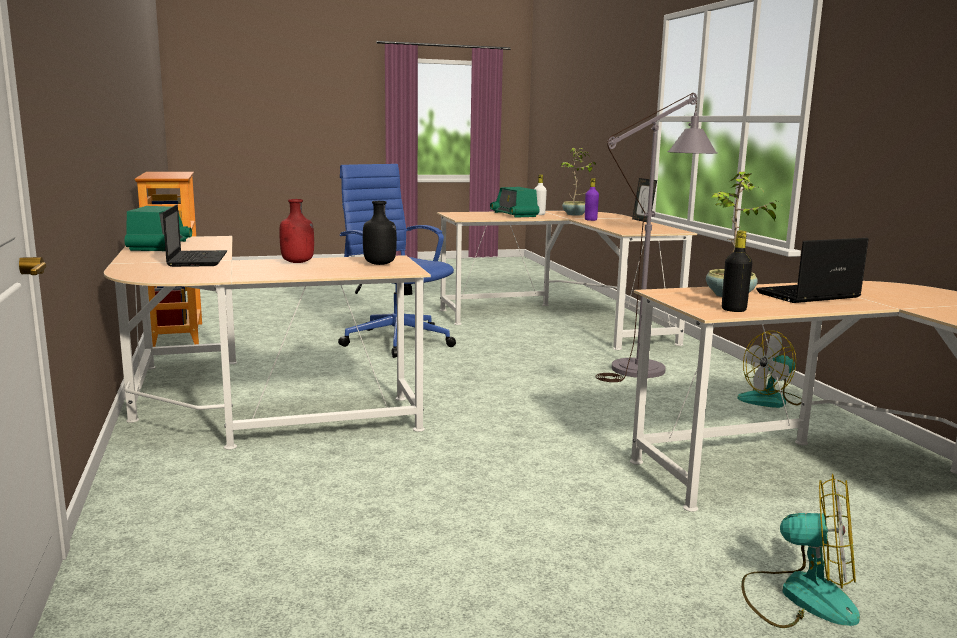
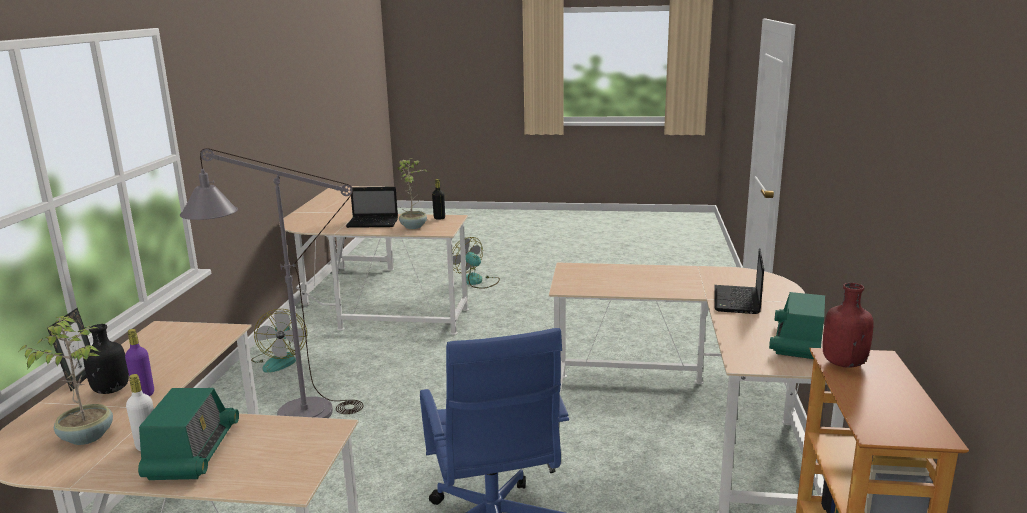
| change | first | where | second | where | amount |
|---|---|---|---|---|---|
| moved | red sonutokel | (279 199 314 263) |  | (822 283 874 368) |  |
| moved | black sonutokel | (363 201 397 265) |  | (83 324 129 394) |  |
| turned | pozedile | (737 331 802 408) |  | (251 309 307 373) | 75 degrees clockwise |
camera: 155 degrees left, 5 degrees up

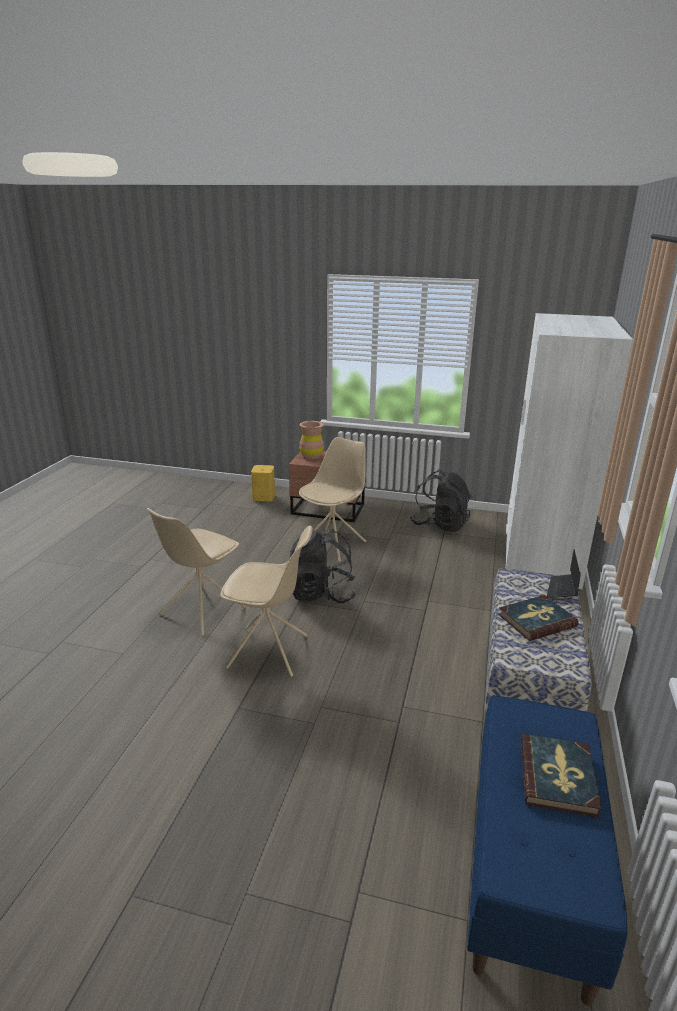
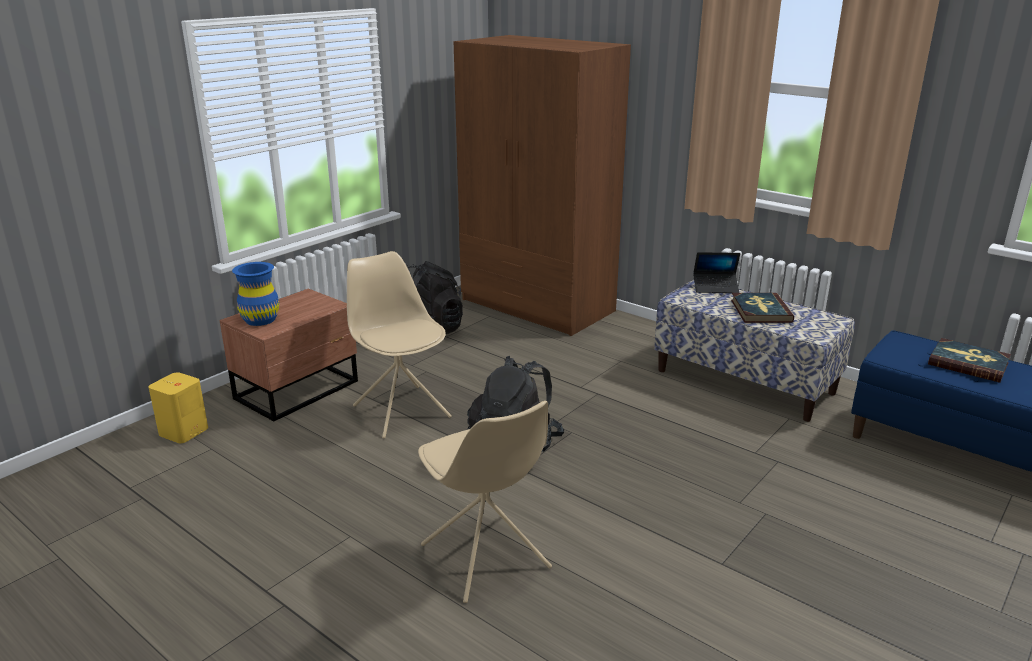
| change | first | where | second | where | amount |
|---|---|---|---|---|---|
| removed | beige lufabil | (220 525 313 677) |  |  |  |
| recoloured | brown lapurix | (299 421 324 459) | blue lapurix | (232 262 279 326) |  |
| recoloured | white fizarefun | (506 313 633 589) | brown fizarefun | (454 35 631 336) |  |
| turned | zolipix | (547 550 581 598) |  | (693 252 740 293) | 45 degrees counterclockwise |
camera: 65 degrees left, 0 degrees up

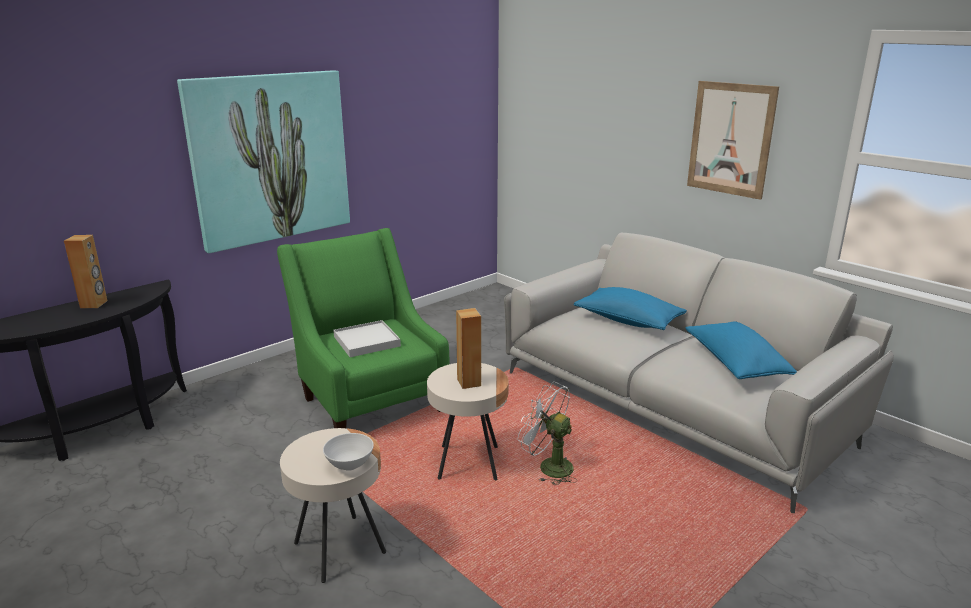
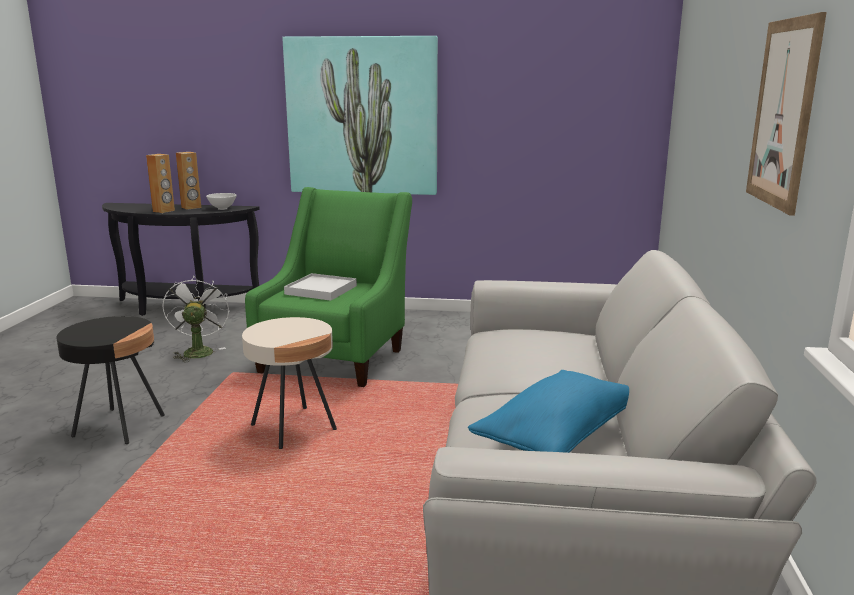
| change | first | where | second | where | amount |
|---|---|---|---|---|---|
| removed | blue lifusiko | (573 287 687 330) |  |  |  |
| moved | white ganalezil | (323 433 374 471) |  | (206 193 237 210) |  |
| moved | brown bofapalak | (456 308 481 389) |  | (146 154 175 213) |  |
| moved | white pozedile | (518 382 577 485) |  | (163 276 229 362) |  |
| recoloured | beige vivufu | (280 428 386 583) | black vivufu | (56 316 165 444) |  |
camera: 50 degrees right, 5 degrees down

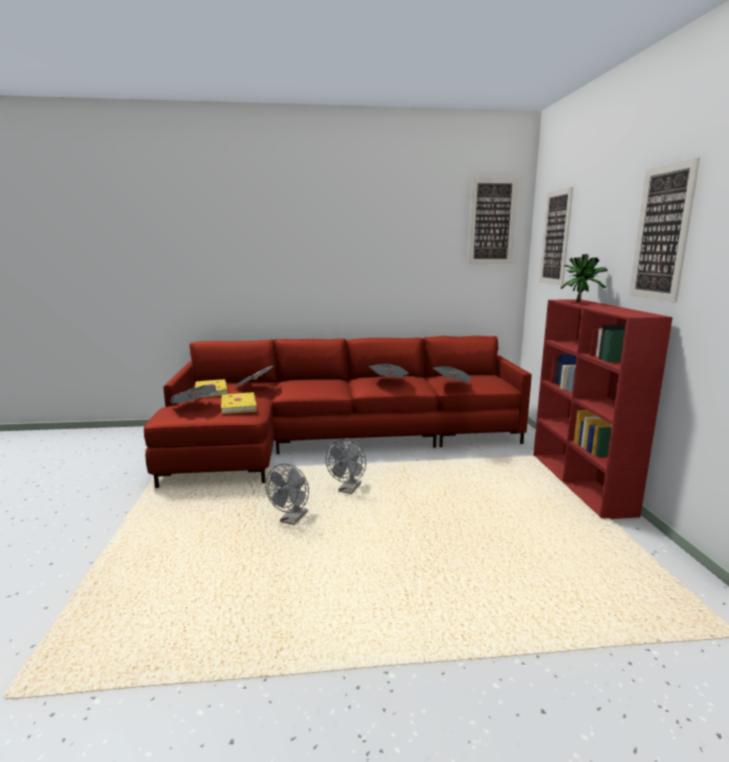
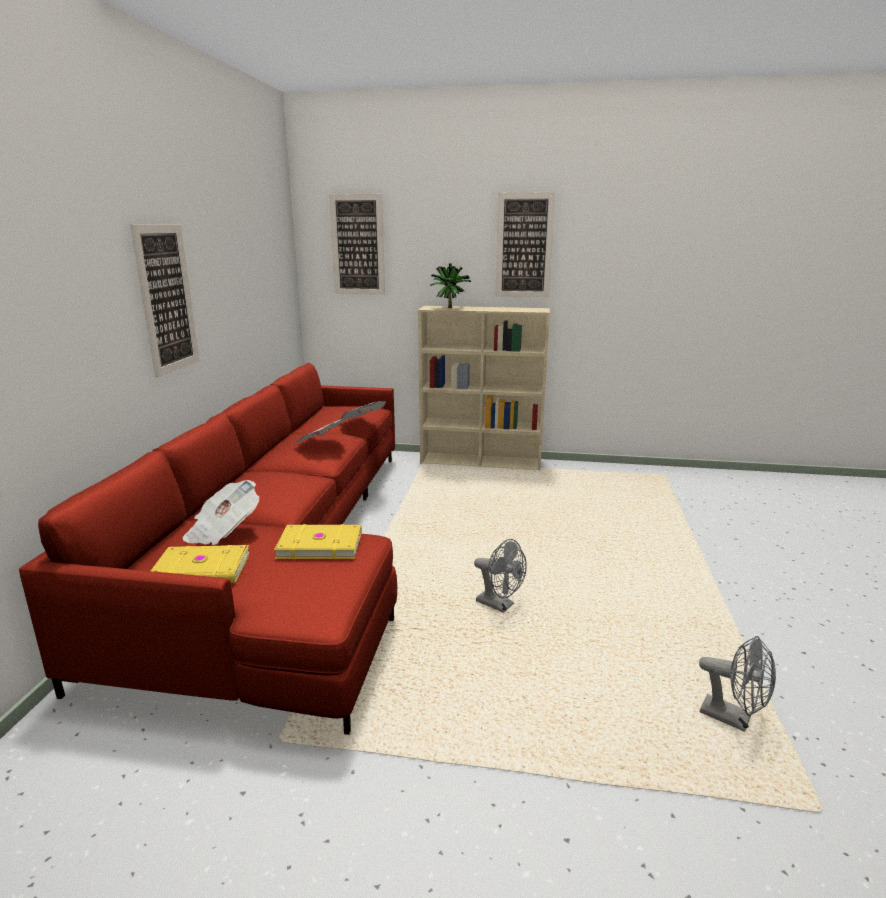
| change | first | where | second | where | amount |
|---|---|---|---|---|---|
| removed | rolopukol | (171 385 216 403) |  |  |  |
| moved | grey pozedile | (326 439 366 494) |  | (699 636 776 732) |  |
| moved | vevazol | (468 178 518 264) |  | (130 224 200 378) |  |
| recoloured | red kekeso | (533 299 673 519) | beige kekeso | (418 306 550 470) |  |
camera: 75 degrees left, 5 degrees up

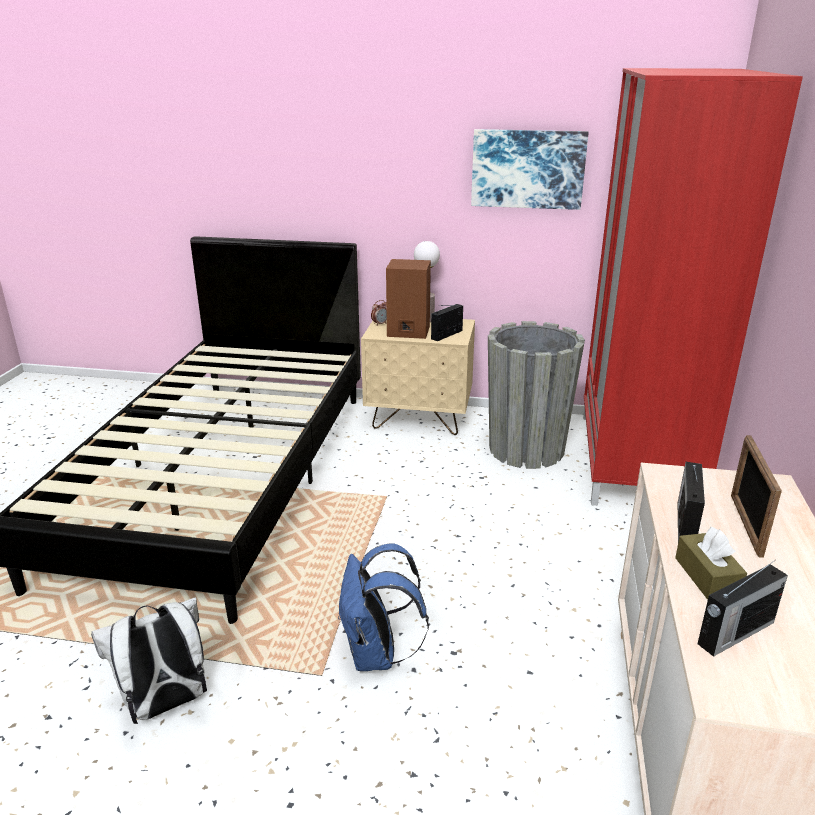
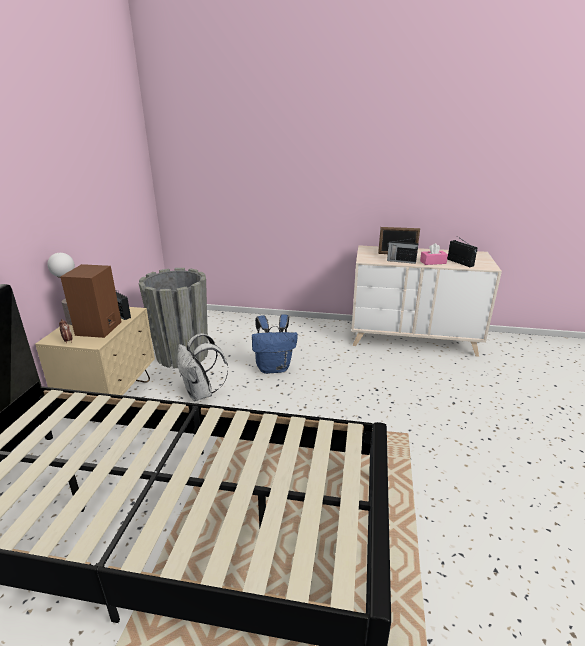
| change | first | where | second | where | amount |
|---|---|---|---|---|---|
| removed | vevazol | (471 129 589 210) |  |  |  |
| removed | red fizarefun | (583 68 803 506) |  |  |  |
| moved | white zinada | (91 597 207 724) |  | (178 333 228 401) |  |
| moved | blue zinada | (338 543 429 671) |  | (252 314 298 374) |  |
| recoloured | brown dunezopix | (675 527 747 600) | pink dunezopix | (420 243 448 265) |  |
camera: 90 degrees left, 0 degrees up

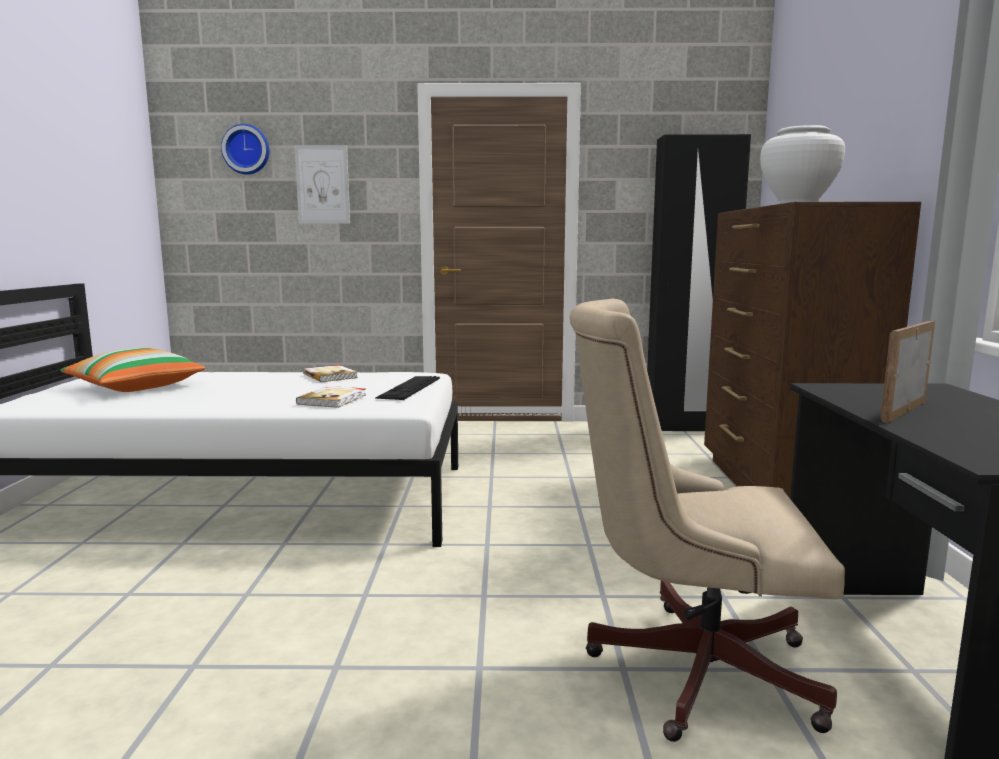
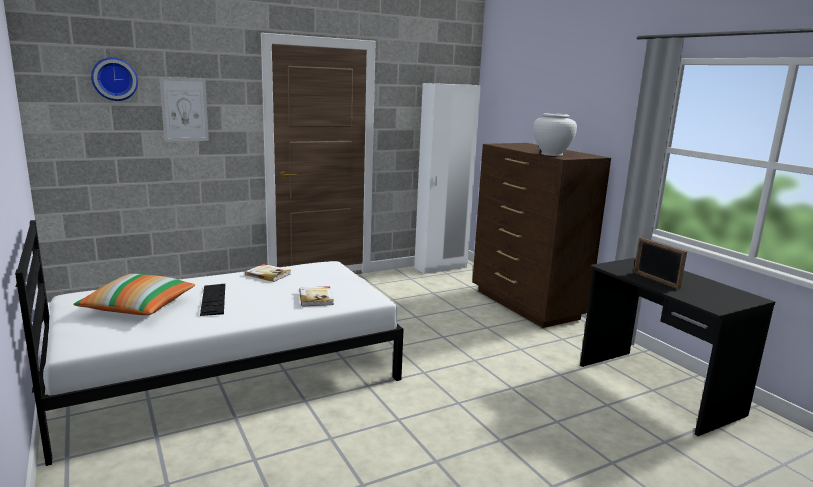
| change | first | where | second | where | amount |
|---|---|---|---|---|---|
| removed | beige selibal | (569 299 845 742) |  |  |  |
| moved | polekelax | (375 376 440 400) |  | (200 284 225 316) |  |
| recoloured | black fizarefun | (647 134 751 431) | white fizarefun | (414 83 481 274) |  |
| turned | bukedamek | (881 321 935 423) |  | (634 237 687 290) | 45 degrees counterclockwise |
camera: 30 degrees left, 5 degrees up

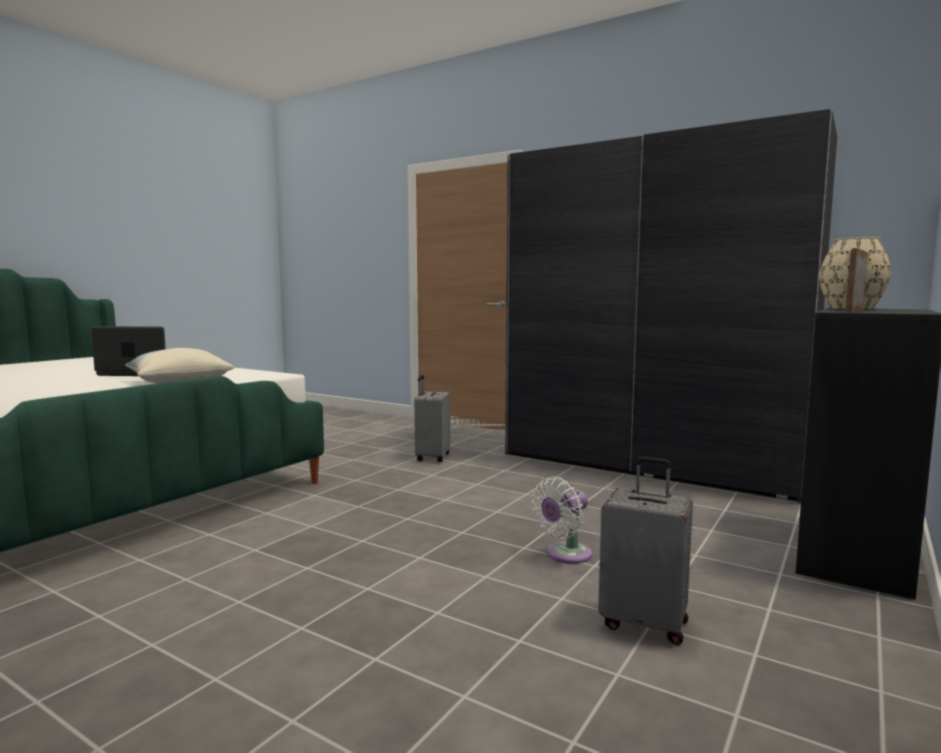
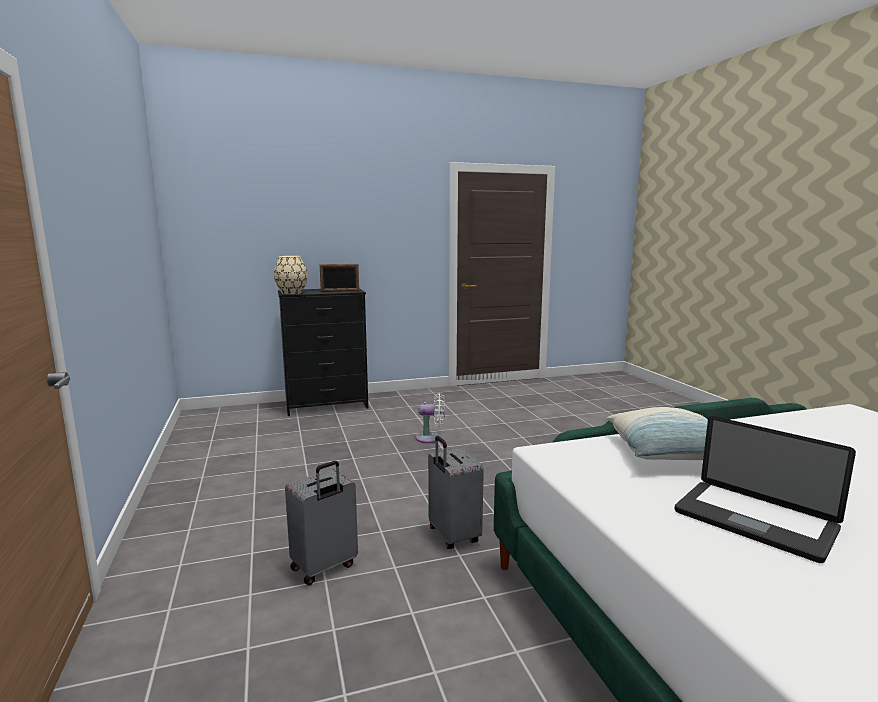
| change | first | where | second | where | amount |
|---|---|---|---|---|---|
| removed | grey fizarefun | (505 108 837 503) |  |  |  |
| moved | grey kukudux | (598 457 693 645) |  | (428 436 484 549) |  |
camera: 140 degrees left, 5 degrees up

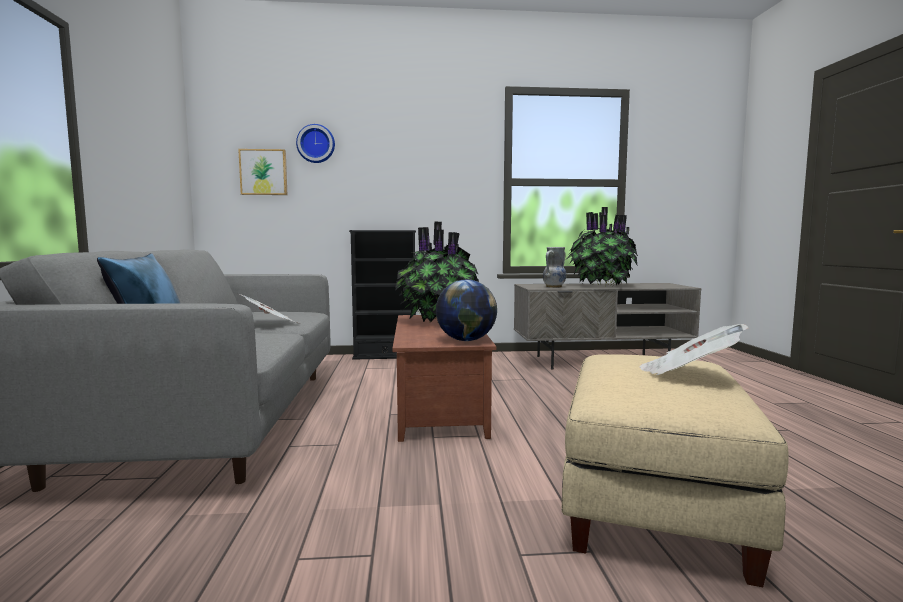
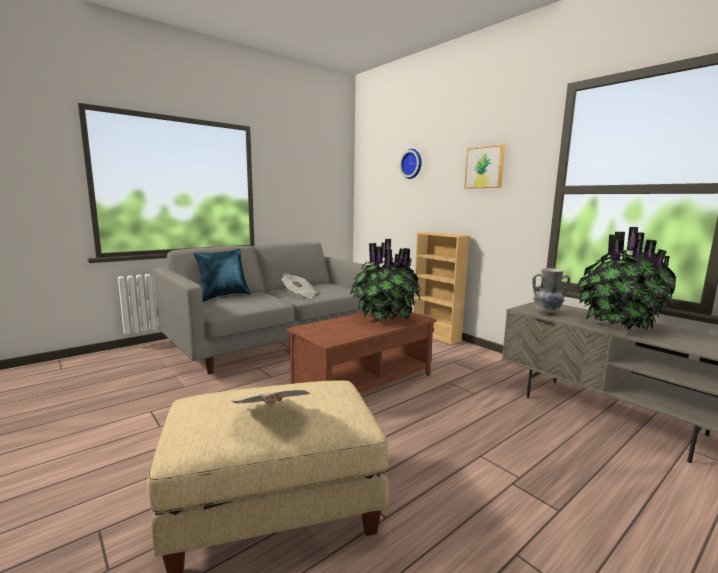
| change | first | where | second | where | amount |
|---|---|---|---|---|---|
| removed | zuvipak | (436 280 497 341) |  |  |  |
| moved | vevazol | (238 149 287 195) |  | (464 144 505 188) |  |
| recoloured | black kekeso | (349 230 416 360) | beige kekeso | (413 232 470 345) |  |
camera: 55 degrees right, 5 degrees up

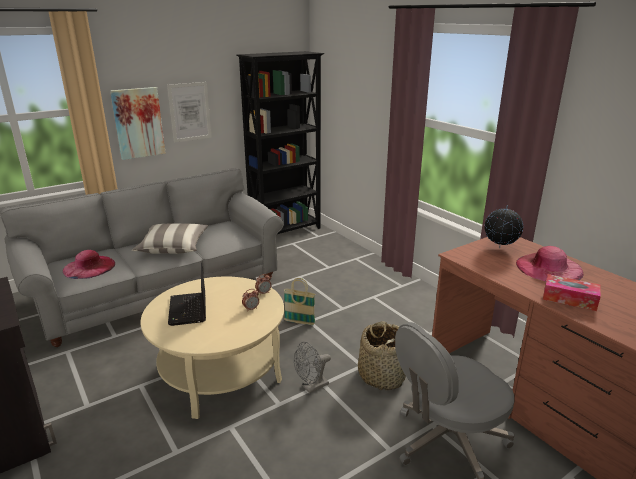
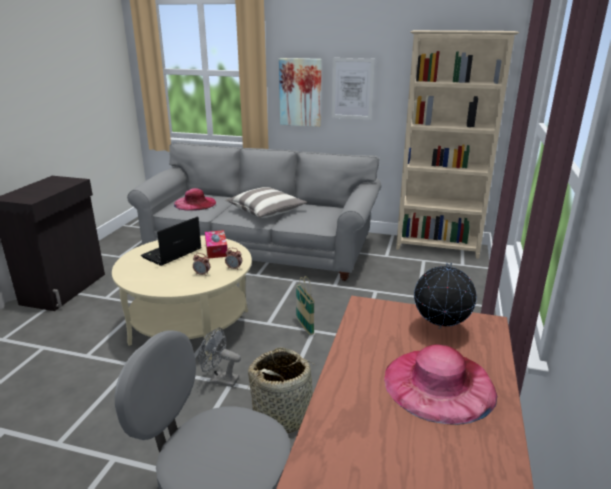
| change | first | where | second | where | amount |
|---|---|---|---|---|---|
| moved | dunezopix | (543 274 601 311) |  | (205 230 228 258) |  |
| recoloured | black kekeso | (237 51 324 234) | beige kekeso | (396 30 519 259) |  |
camera: 50 degrees right, 0 degrees up

